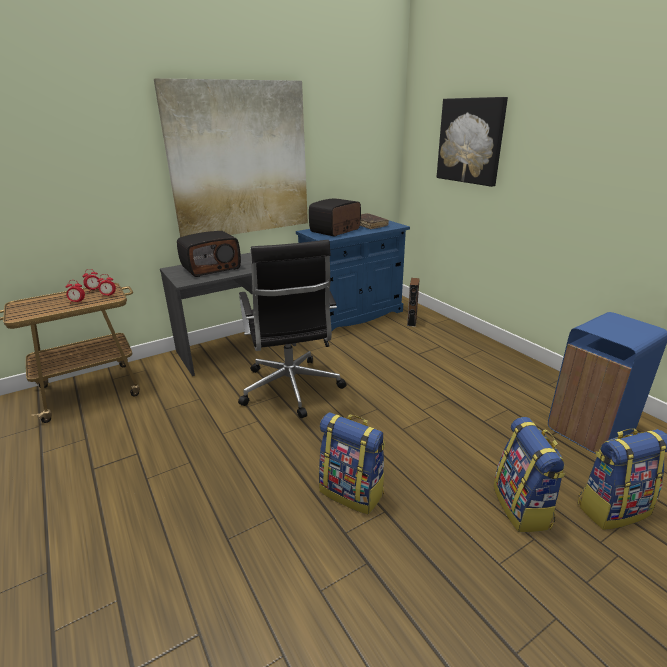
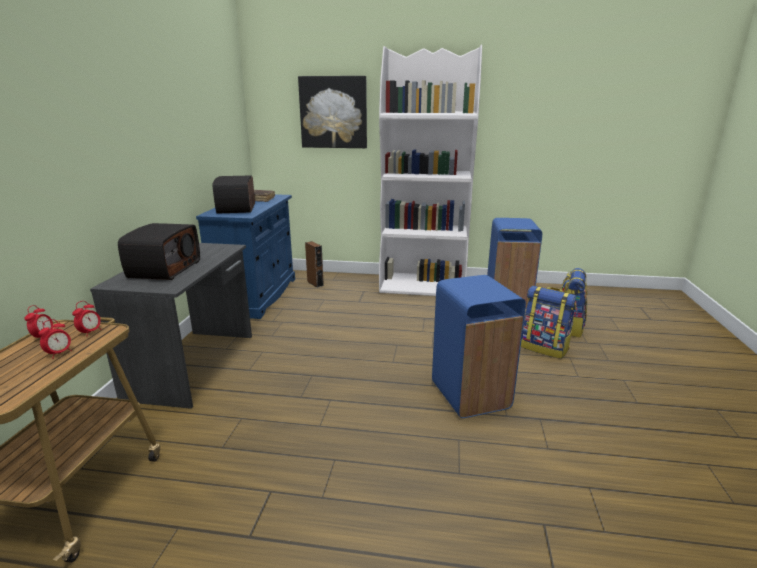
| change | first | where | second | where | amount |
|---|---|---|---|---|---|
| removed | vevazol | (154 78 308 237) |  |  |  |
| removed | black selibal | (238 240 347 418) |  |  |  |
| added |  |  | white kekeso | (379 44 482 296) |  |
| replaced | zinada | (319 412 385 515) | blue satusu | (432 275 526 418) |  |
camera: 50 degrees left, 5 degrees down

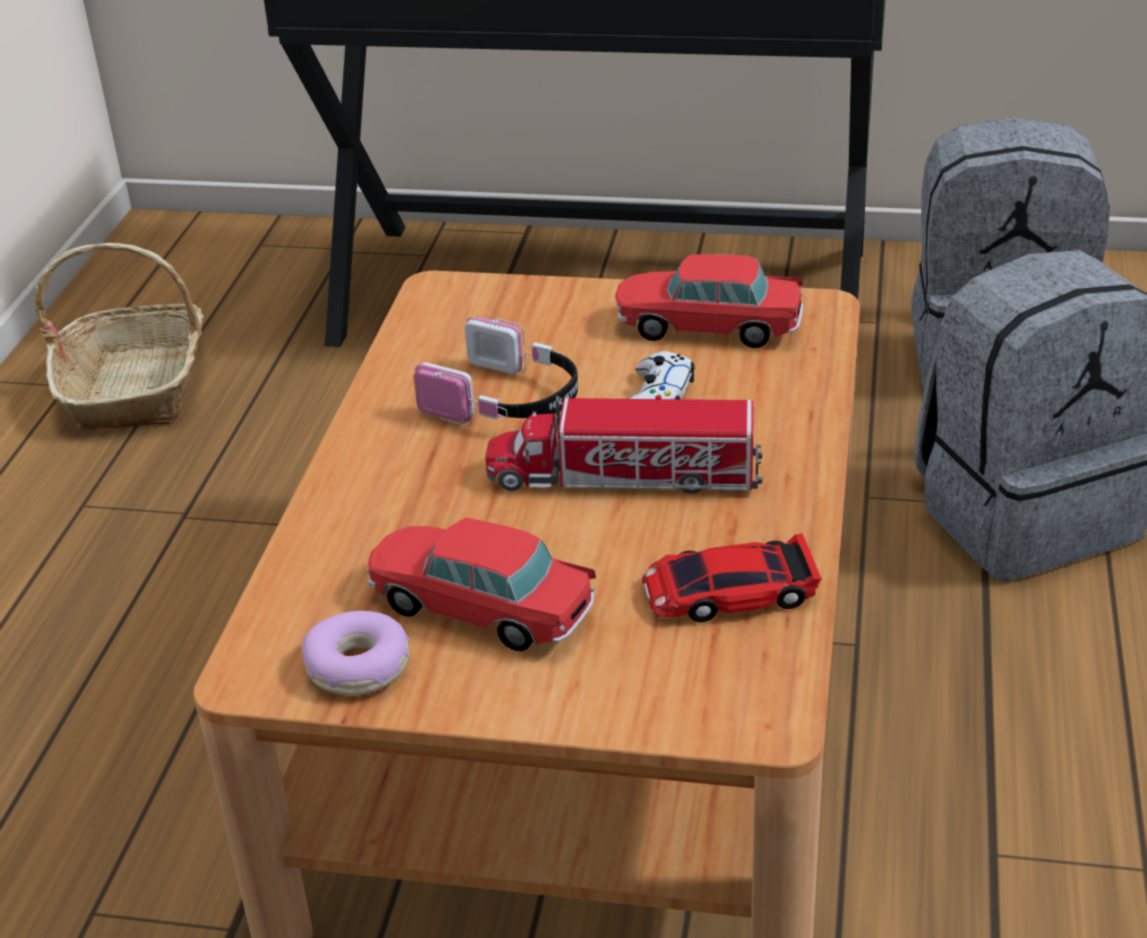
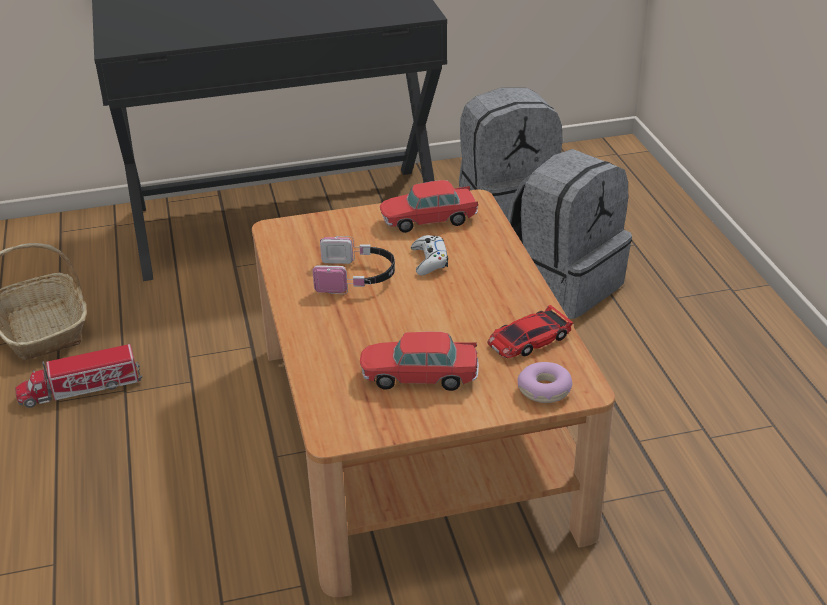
| change | first | where | second | where | amount |
|---|---|---|---|---|---|
| moved | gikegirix | (302 611 410 696) |  | (518 362 572 403) |  |
| moved | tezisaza | (485 396 763 494) |  | (15 344 142 408) |  |
camera: 25 degrees left, 0 degrees up

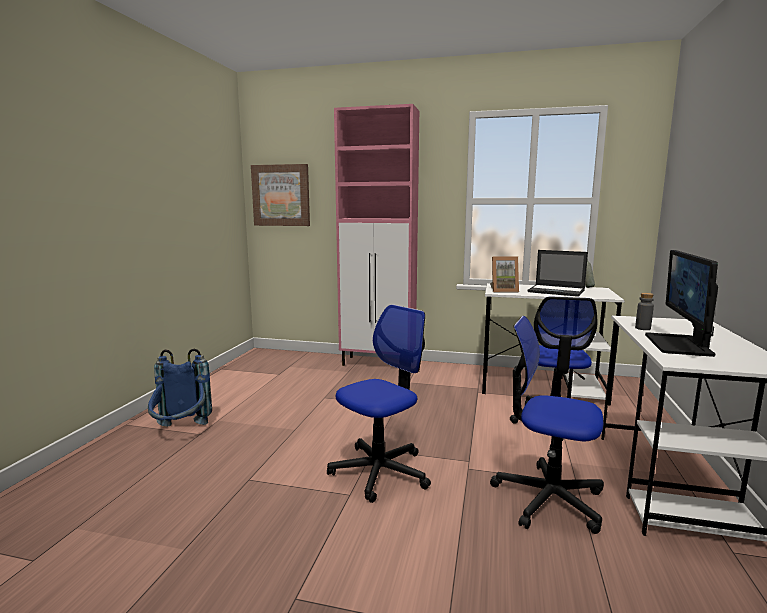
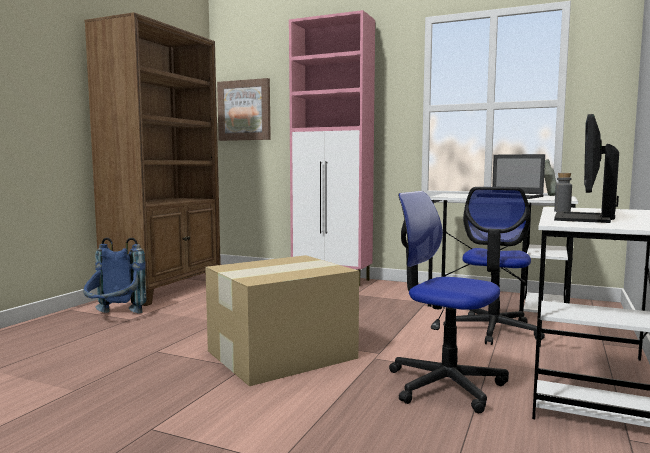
| change | first | where | second | where | amount |
|---|---|---|---|---|---|
| removed | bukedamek | (490 257 519 293) |  |  |  |
| added |  |  | brown kekeso | (84 12 221 306) |  |
| replaced | selibal | (327 304 431 503) | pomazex | (205 255 359 386) |  |
camera: 10 degrees right, 5 degrees down

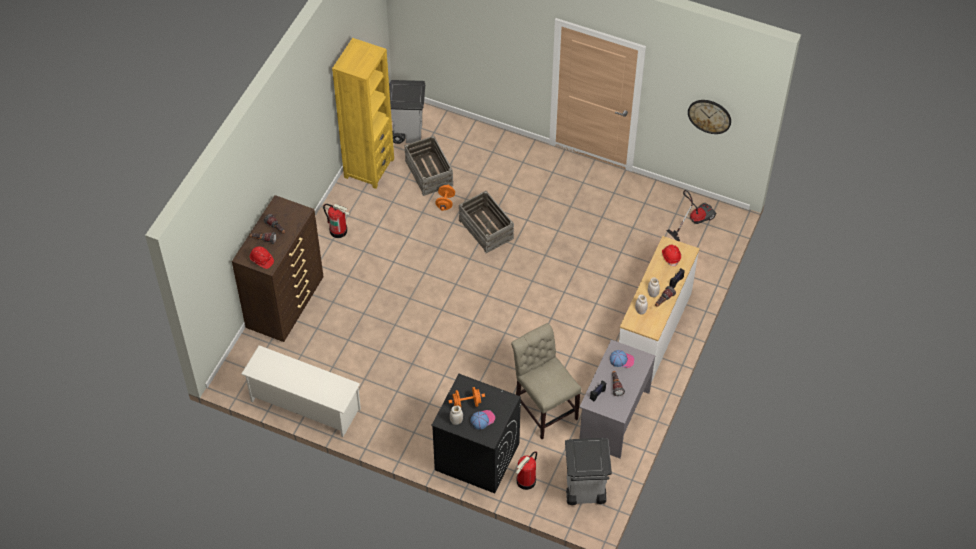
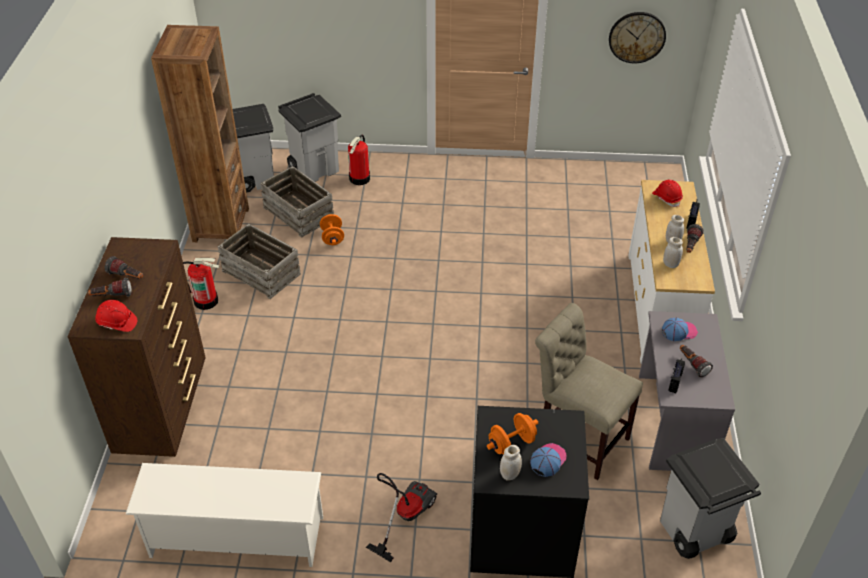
| change | first | where | second | where | amount |
|---|---|---|---|---|---|
| added |  |  | grey satusu | (278 93 341 182) |  |
| moved | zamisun | (459 191 514 253) |  | (218 223 301 299) |  |
| moved | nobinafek | (516 451 537 490) |  | (348 135 370 185) |  |
| moved | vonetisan | (667 190 717 241) |  | (366 473 437 562) |  |
| recoloured | yellow kekeso | (332 38 394 189) | brown kekeso | (151 25 249 244) |  |
camera: 20 degrees left, 10 degrees down

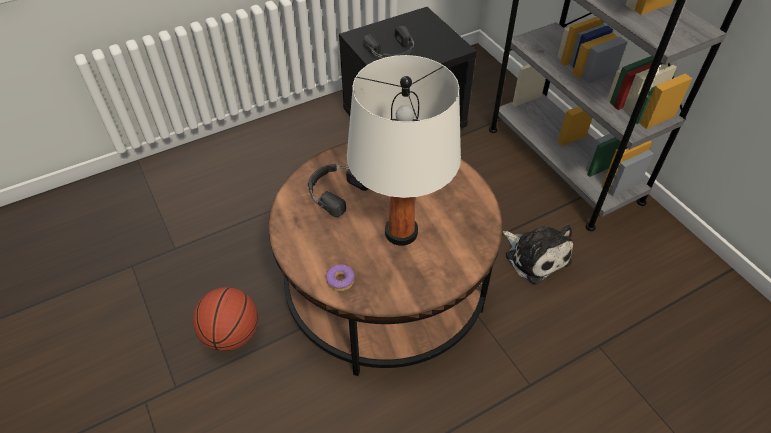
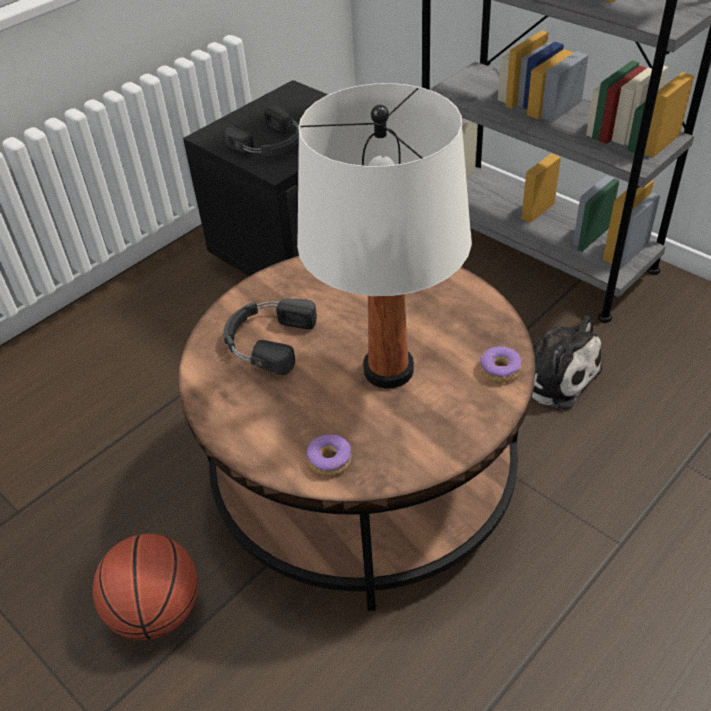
| change | first | where | second | where | amount |
|---|---|---|---|---|---|
| added |  |  | gikegirix | (480 346 522 383) |  |
camera: 15 degrees left, 5 degrees down

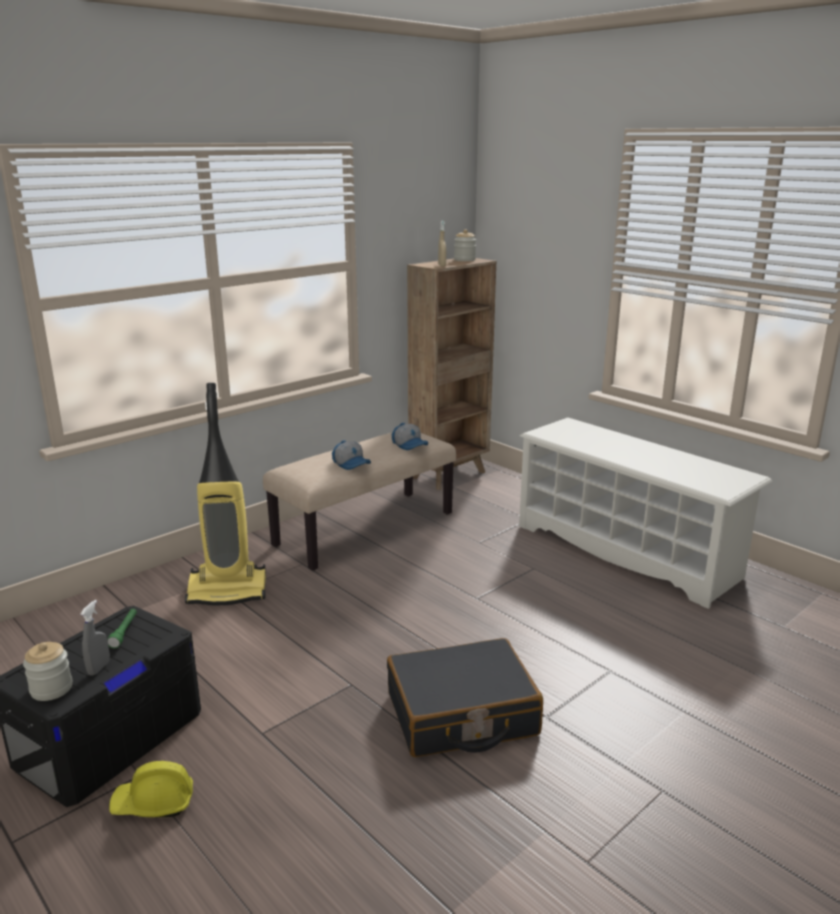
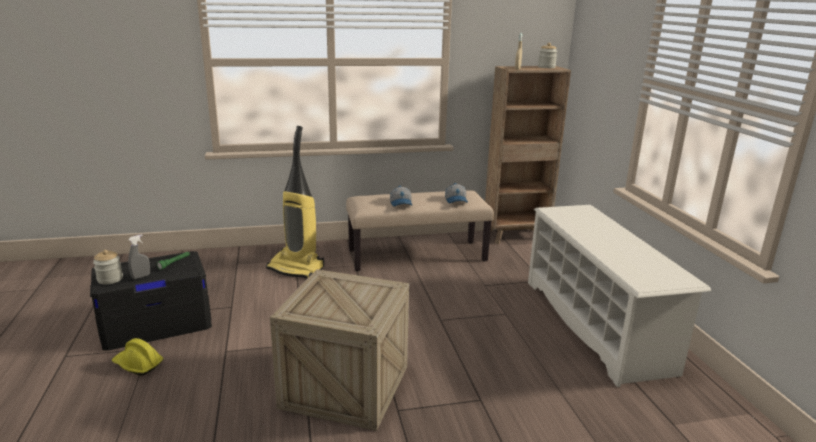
| change | first | where | second | where | amount |
|---|---|---|---|---|---|
| replaced | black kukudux | (387 638 543 757) | zamisun | (270 269 409 431) |  |
camera: 30 degrees right, 0 degrees up

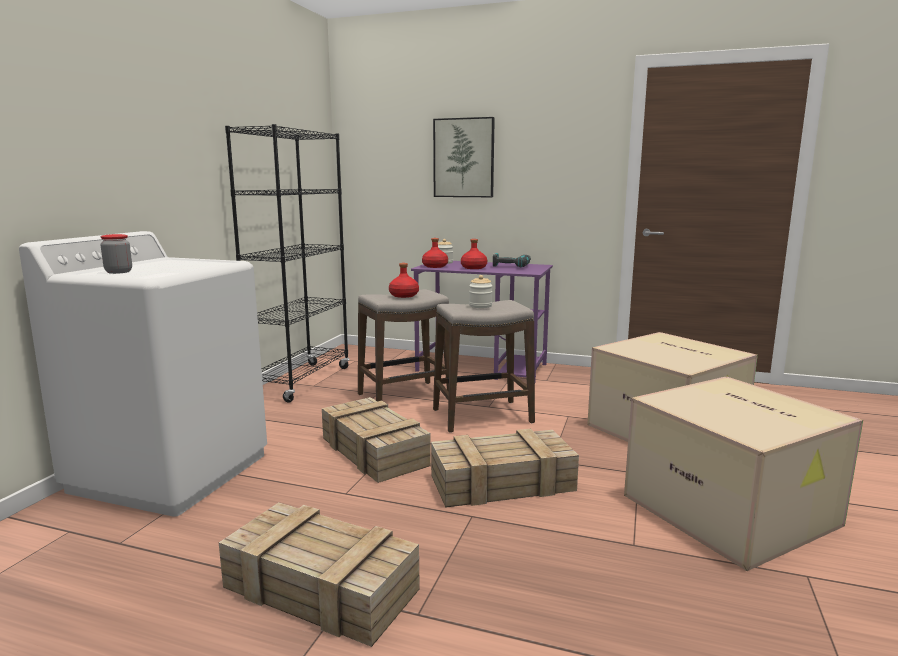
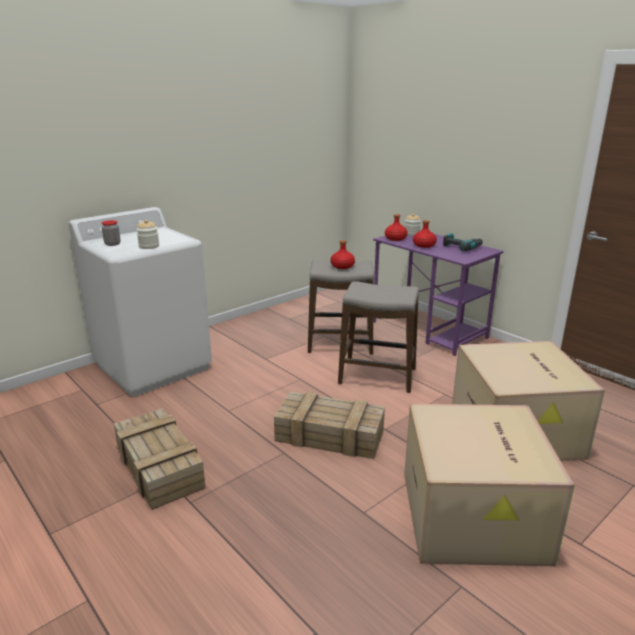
| change | first | where | second | where | amount |
|---|---|---|---|---|---|
| removed | black kekeso | (225 124 350 402) |  |  |  |
| removed | zamisun | (322 397 431 483) |  |  |  |
| removed | vevazol | (433 117 495 197) |  |  |  |
| moved | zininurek | (469 275 493 308) |  | (136 219 159 249) |  |
camera: 30 degrees right, 10 degrees up

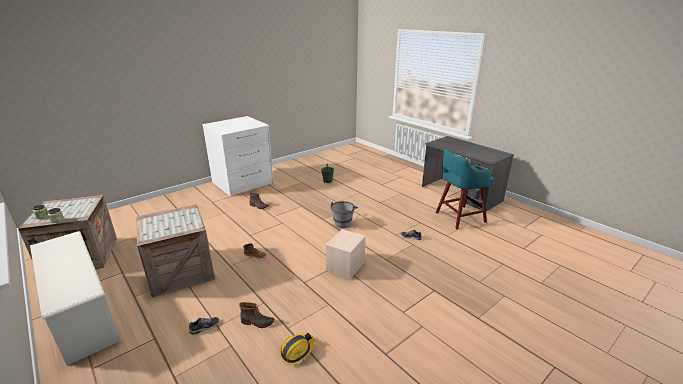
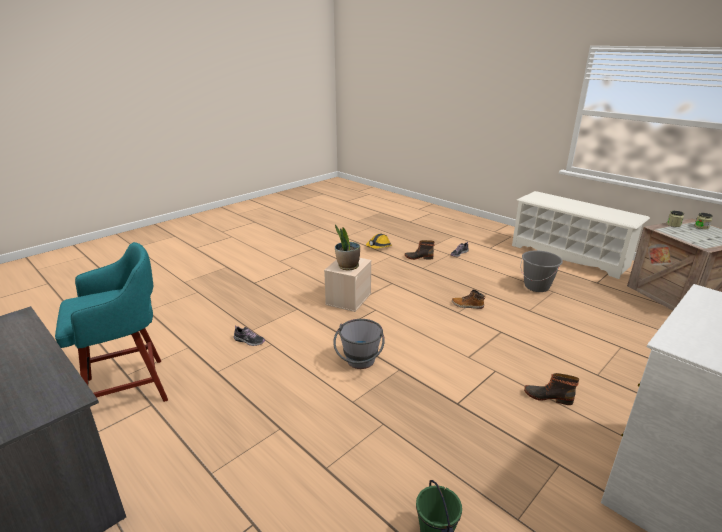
| change | first | where | second | where | amount |
|---|---|---|---|---|---|
| added |  |  | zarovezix | (335 225 360 271) |  |
| replaced | zamisun | (136 204 215 297) | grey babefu | (521 250 563 292) |  |
camera: 175 degrees right, 0 degrees up

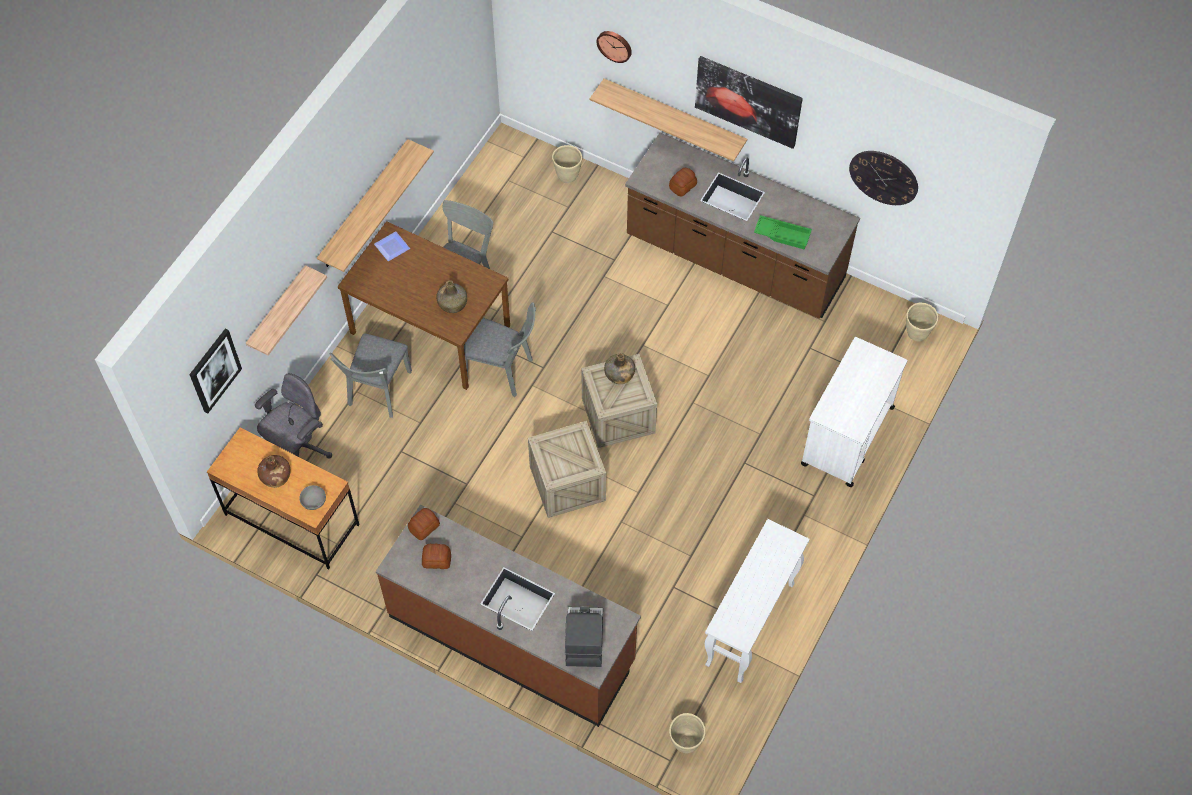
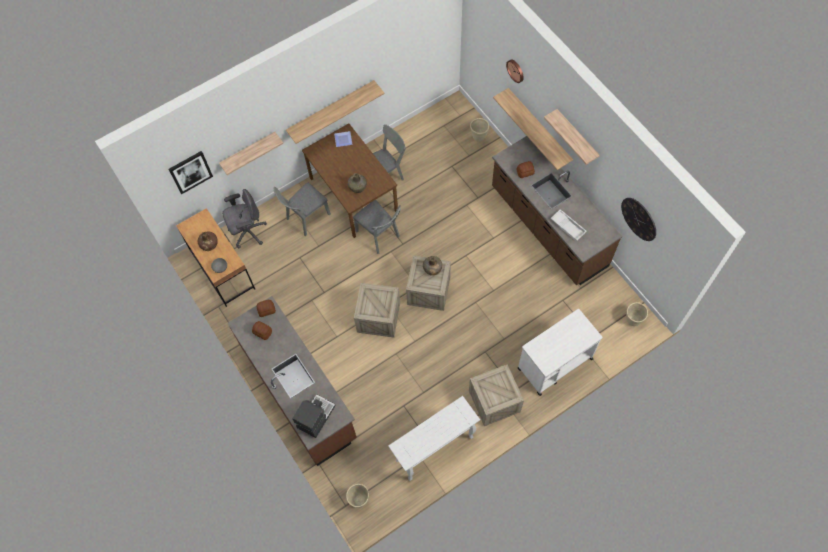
| change | first | where | second | where | amount |
|---|---|---|---|---|---|
| added |  |  | zamisun | (469 364 524 426) |  |
| replaced | vevazol | (695 56 803 149) | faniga | (544 109 600 165) |  |
| recoloured | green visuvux | (754 215 812 250) | white visuvux | (551 209 587 242) |  |
camera: 30 degrees right, 5 degrees up

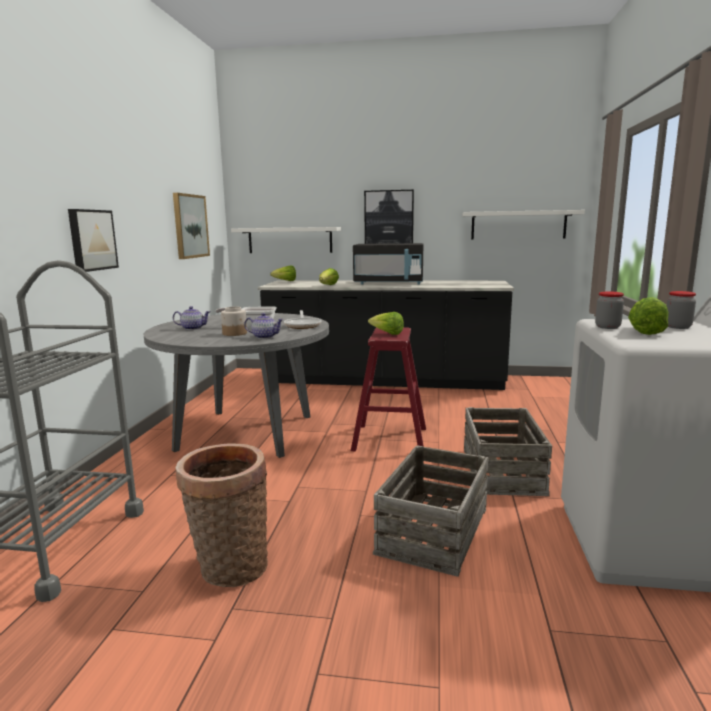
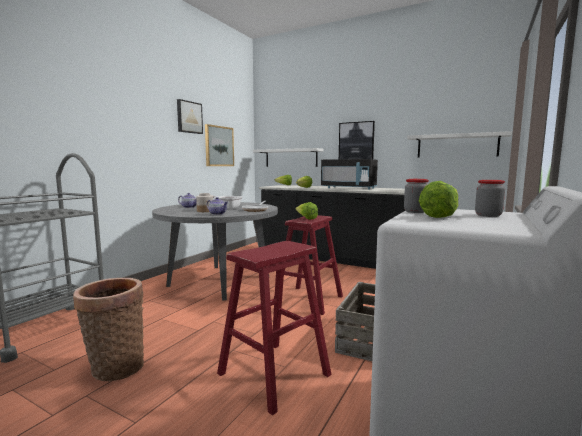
| change | first | where | second | where | amount |
|---|---|---|---|---|---|
| moved | vevazol | (68 209 119 272) |  | (177 99 203 134) |  |
| replaced | zamisun | (373 446 489 577) | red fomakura | (217 241 332 415) |  |
camera: 20 degrees right, 5 degrees down

